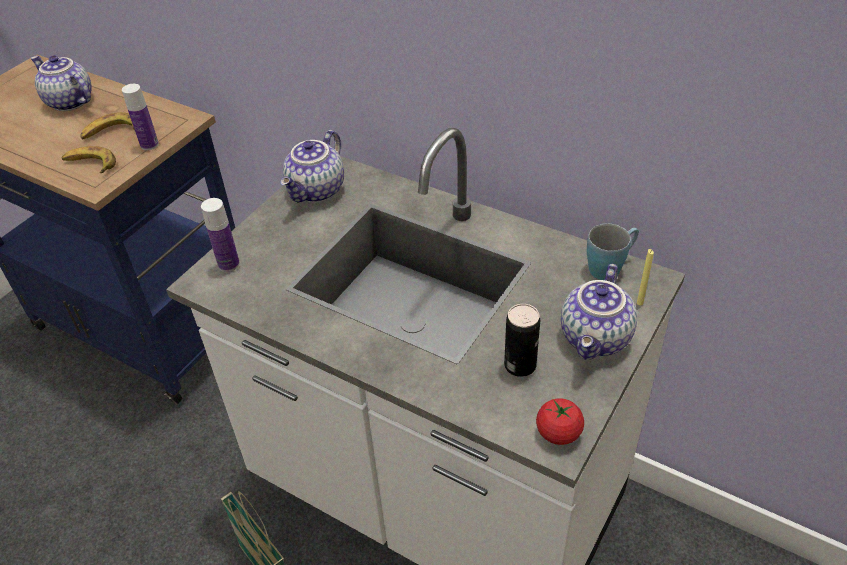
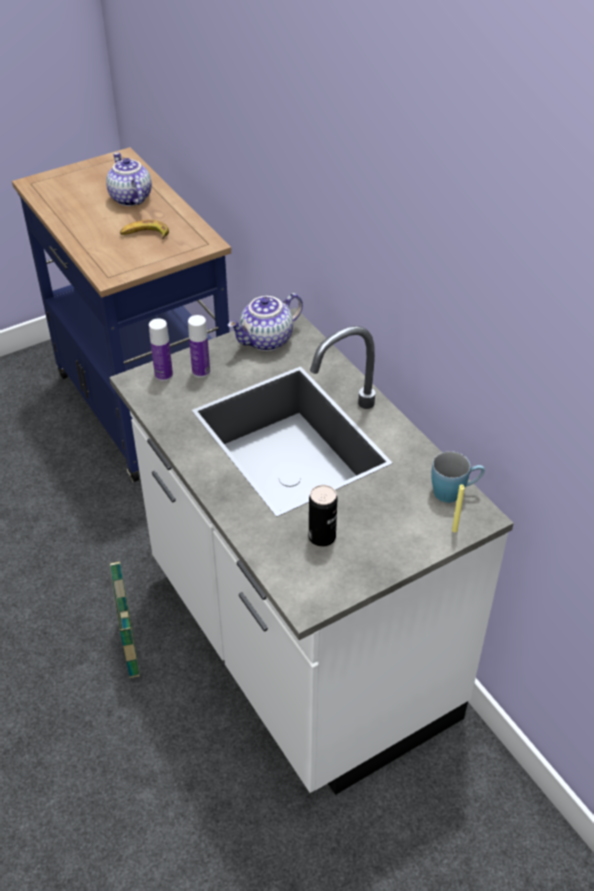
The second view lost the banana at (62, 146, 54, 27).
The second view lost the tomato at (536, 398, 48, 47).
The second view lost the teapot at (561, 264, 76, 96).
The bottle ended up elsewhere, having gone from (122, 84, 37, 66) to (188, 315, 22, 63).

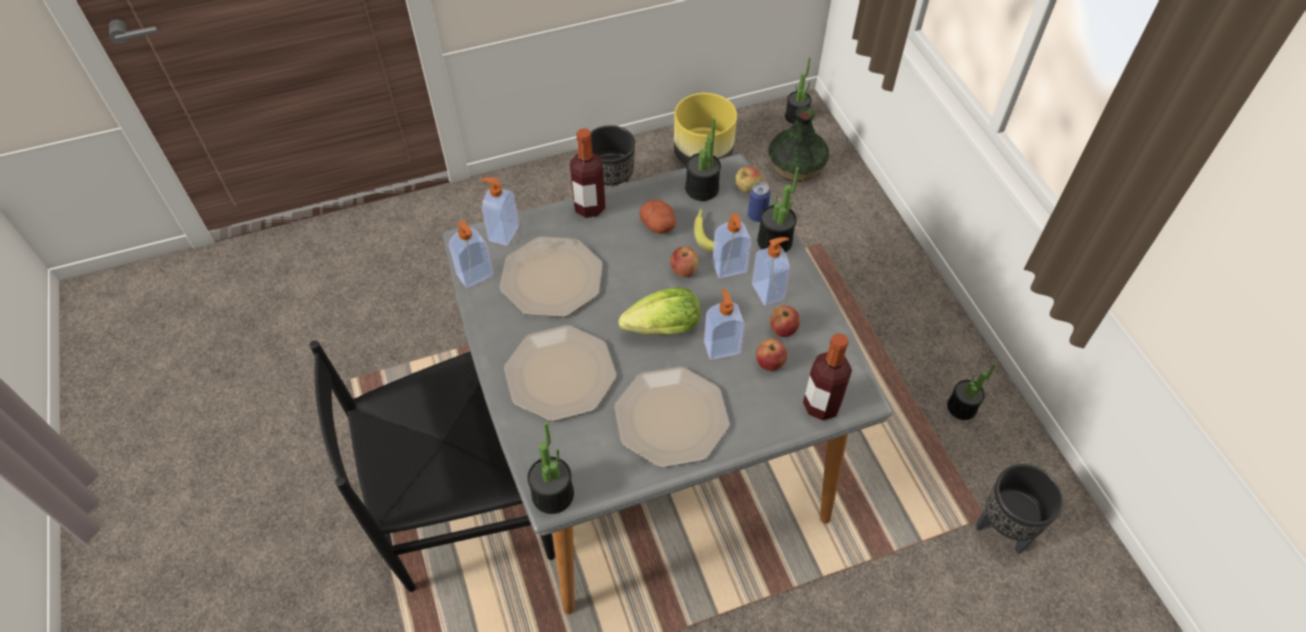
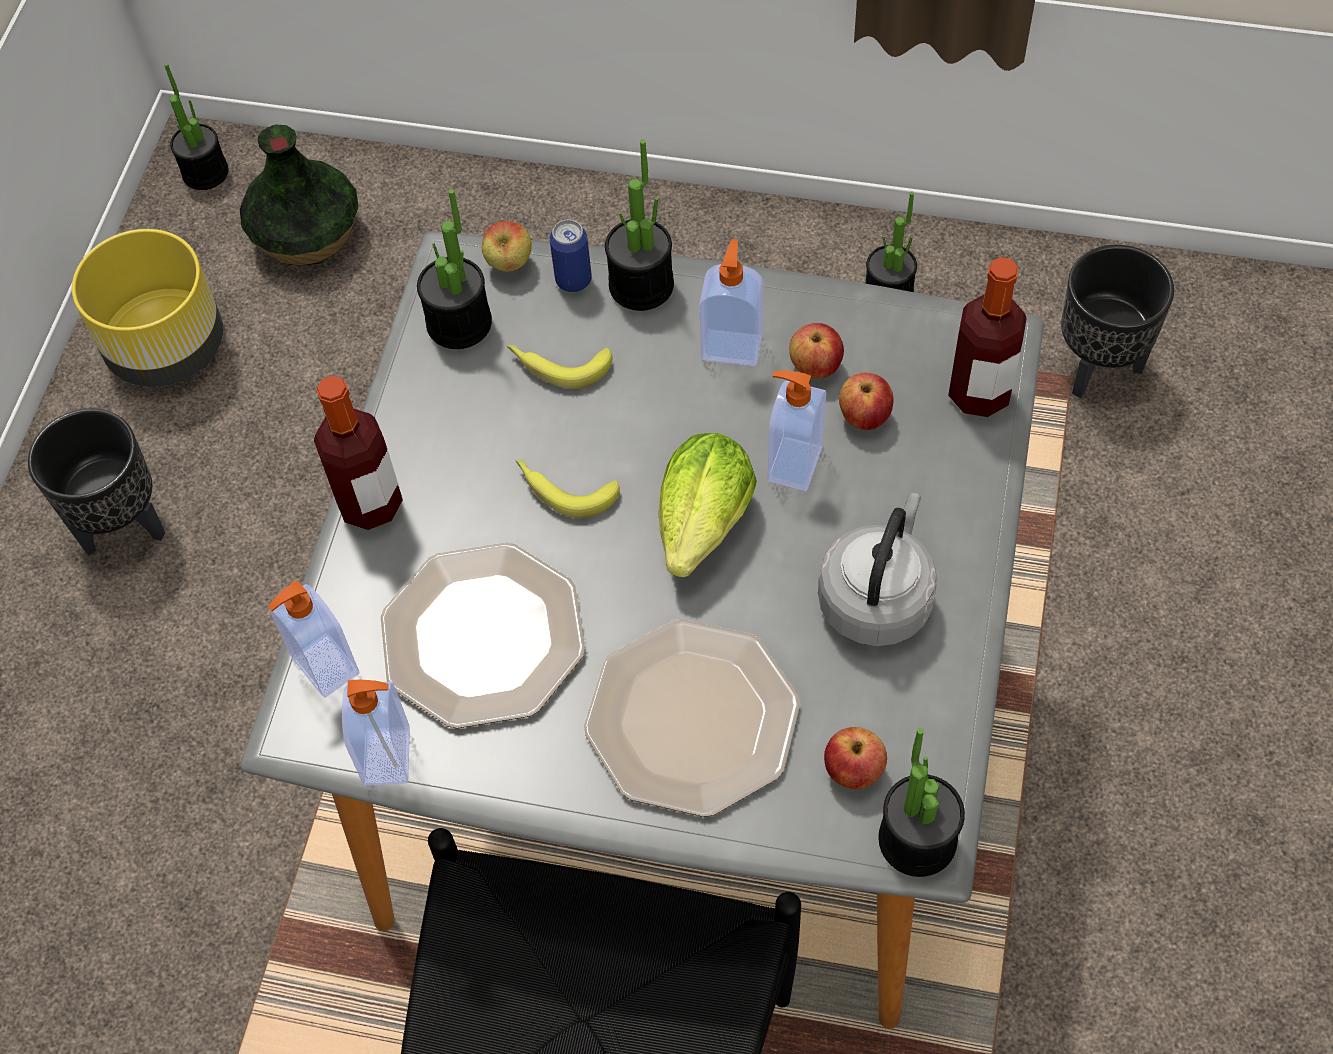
The second view lost the potato at (639, 200, 37, 34).
The second view lost the soap dispenser at (712, 213, 39, 66).
The second view gained the banana at (515, 460, 105, 59).
The apple ended up elsewhere, having gone from (670, 247, 29, 30) to (824, 727, 63, 62).
Where the plate stood at (614, 367, 115, 101), the grey kettle came to stand at (818, 493, 119, 153).

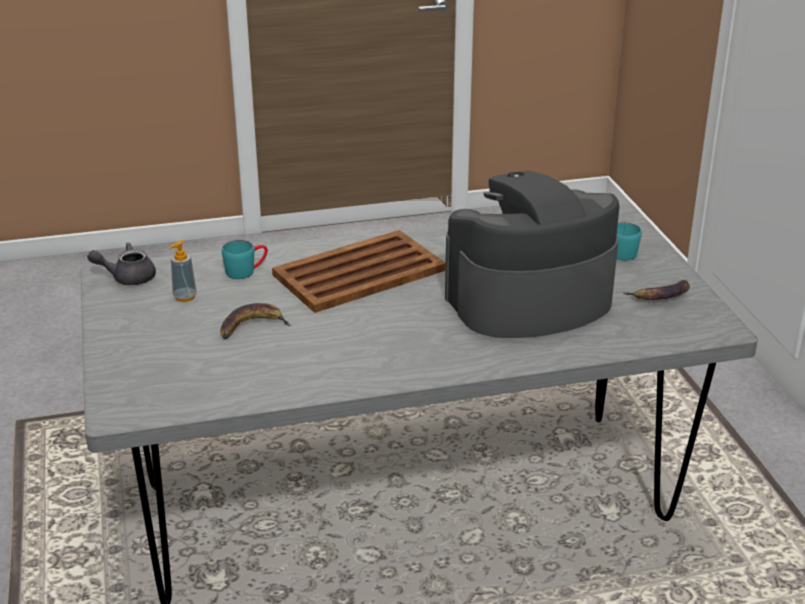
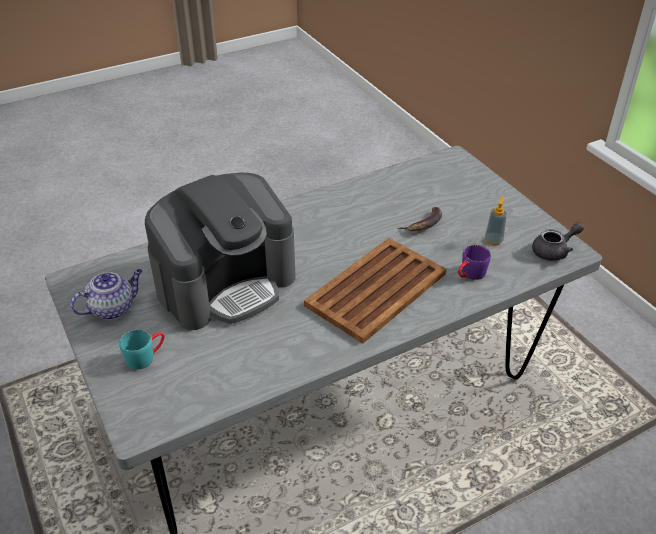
Where the banana stood at (623, 280, 67, 20), the teapot came to stand at (71, 269, 71, 51).
What was the turquoise mug at (222, 240, 46, 39) turned into the purple mug at (458, 245, 33, 35).

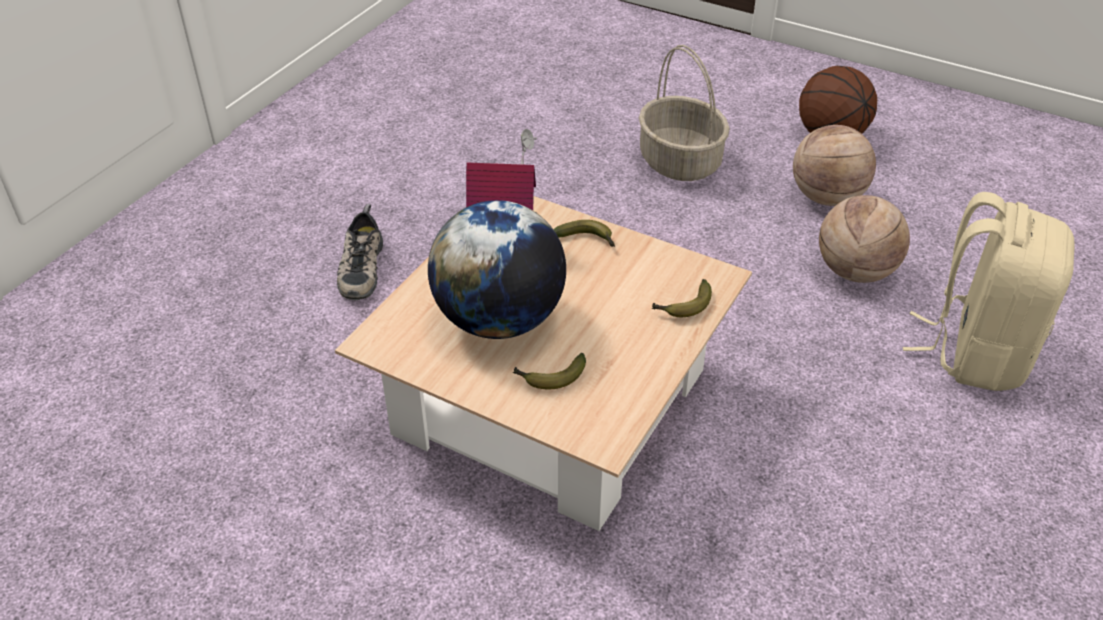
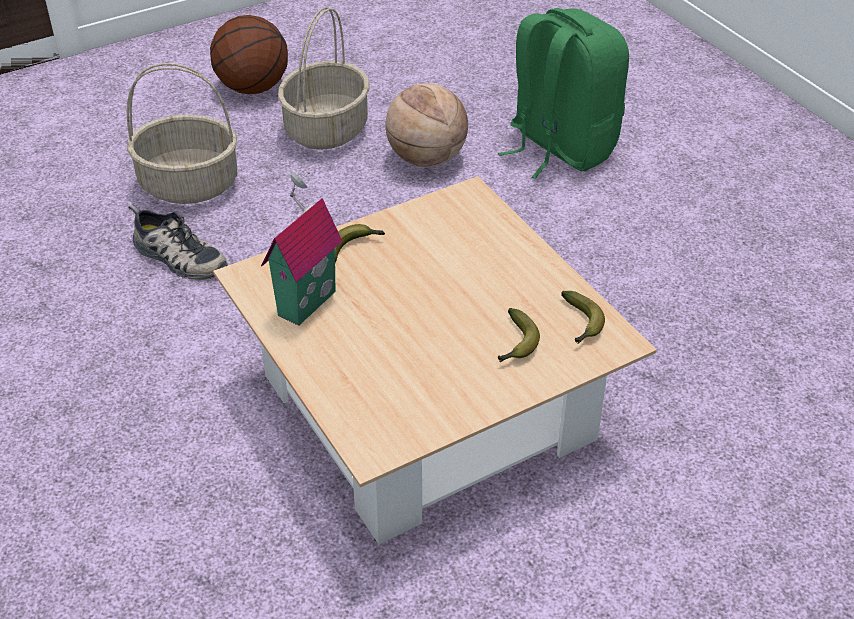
The second view lost the globe at (428, 200, 138, 139).
The shoe ended up elsewhere, having gone from (337, 204, 46, 96) to (128, 204, 99, 76).
The banana ended up elsewhere, having gone from (652, 279, 60, 38) to (561, 291, 44, 53).
Where the basketball stood at (793, 125, 83, 81), the basket came to stand at (278, 7, 92, 143).
What was the beige backpack at (903, 192, 172, 199) turned into the green backpack at (498, 8, 131, 171).

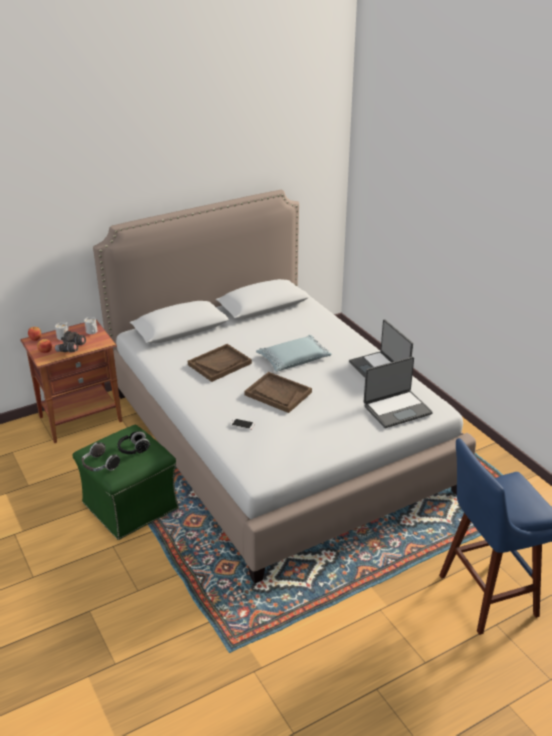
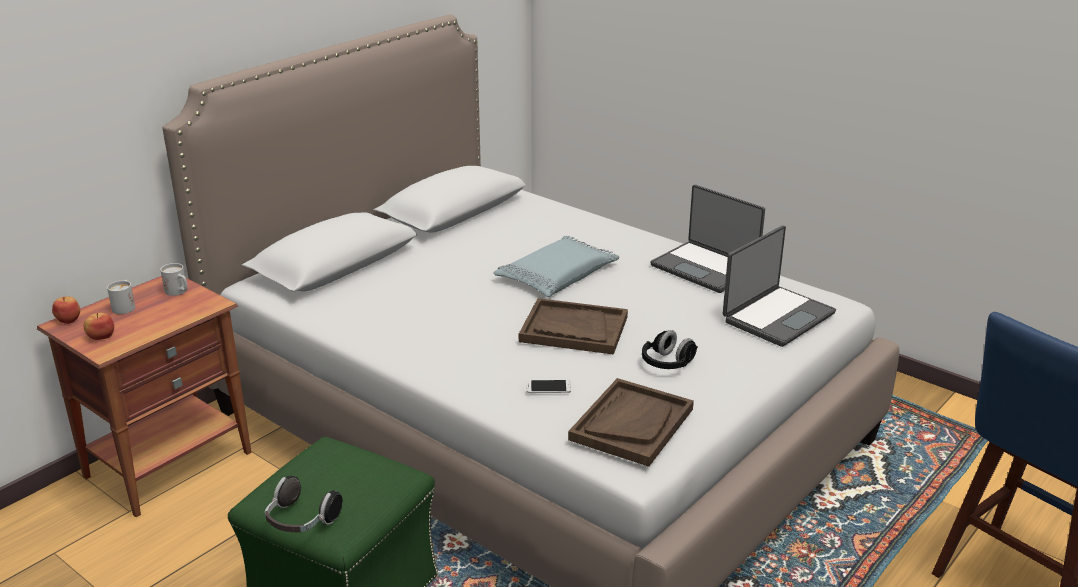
The second view lost the grey binoculars at (55, 331, 31, 21).
The black headphones ended up elsewhere, having gone from (118, 431, 33, 23) to (642, 330, 56, 39).
The brown tray ended up elsewhere, having gone from (188, 344, 64, 38) to (568, 378, 126, 89).

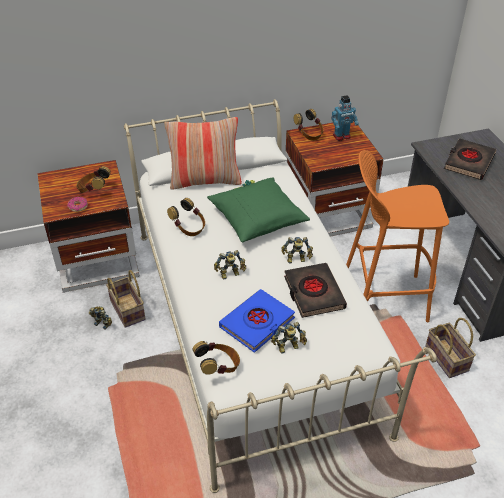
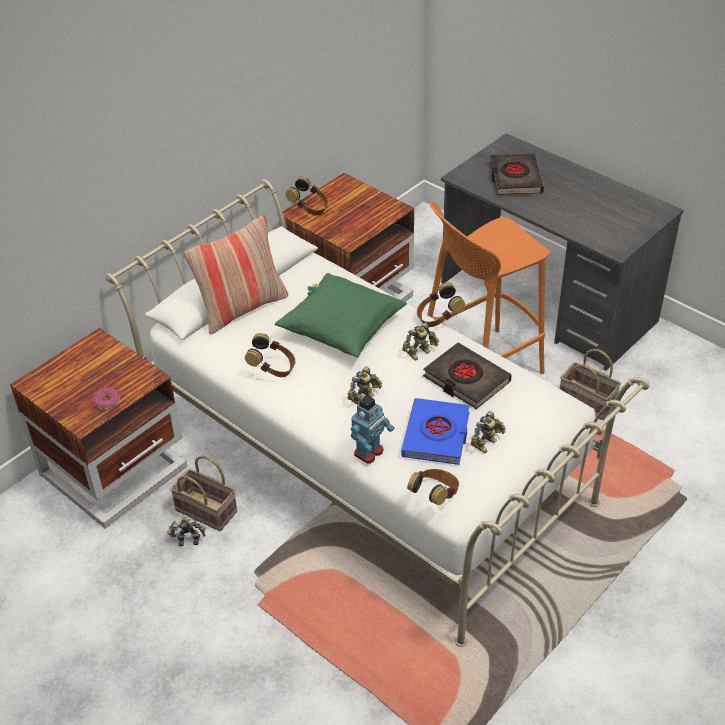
The headphones ended up elsewhere, having gone from (76, 166, 35, 27) to (417, 283, 48, 44).
The toy robot ended up elsewhere, having gone from (331, 95, 28, 46) to (351, 395, 43, 69).

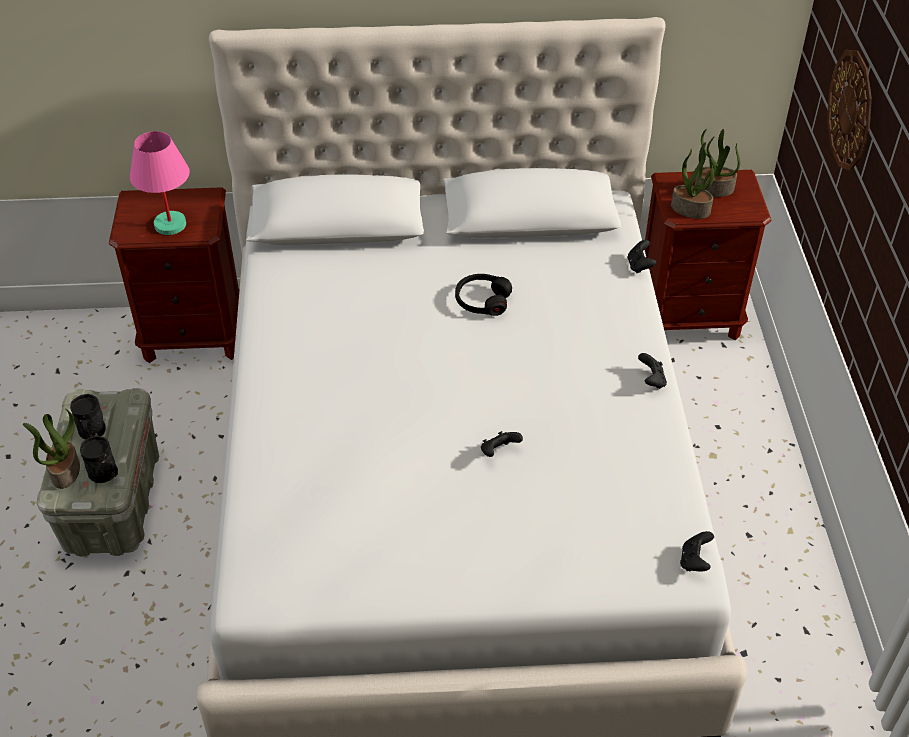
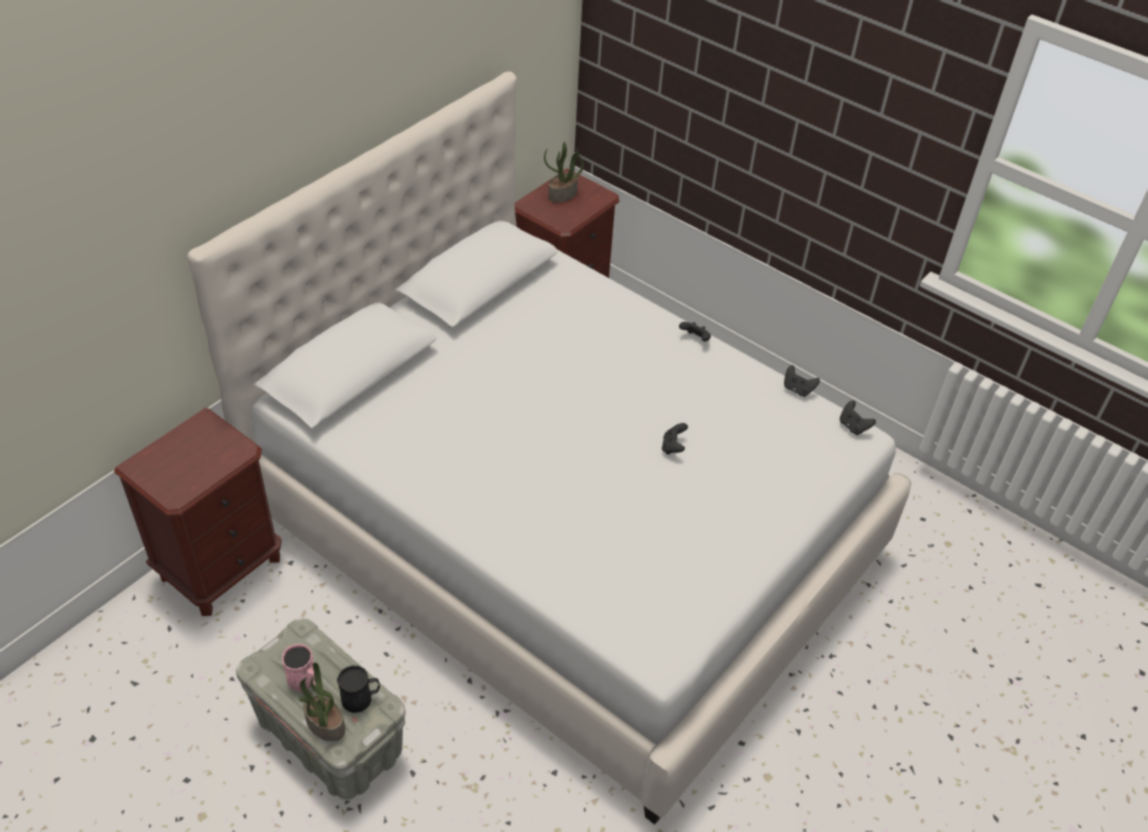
The second view lost the pink table lamp at (130, 131, 60, 104).
The second view lost the black headphones at (455, 274, 57, 42).
The second view lost the potted plant at (671, 142, 45, 77).
The second view lost the wall clock at (827, 50, 45, 120).
The black game controller ended up elsewhere, having gone from (627, 240, 29, 33) to (784, 365, 36, 32).
What was the black mug at (70, 394, 36, 45) turned into the pink mug at (282, 644, 34, 47).

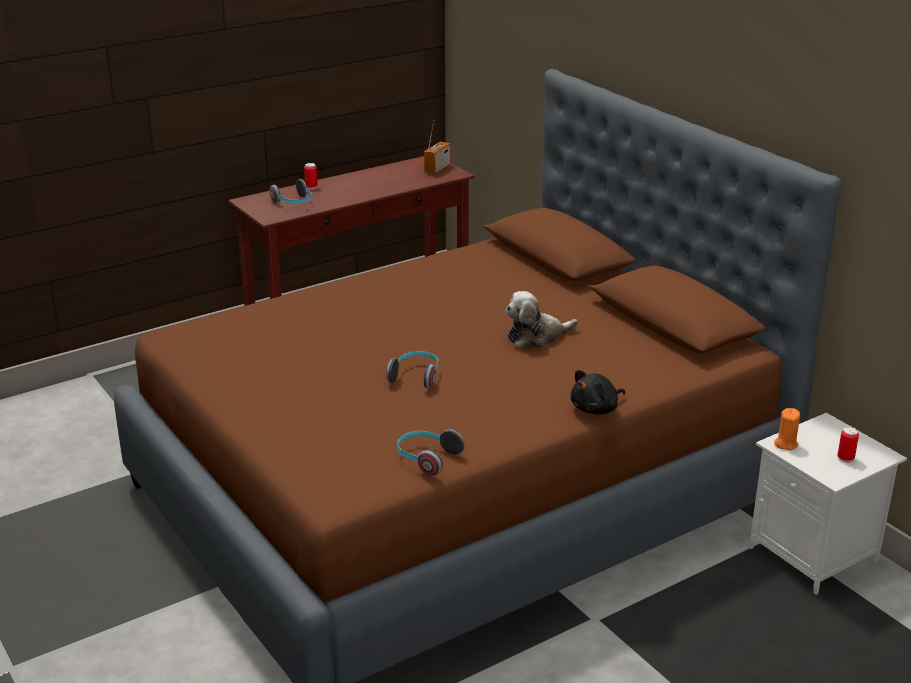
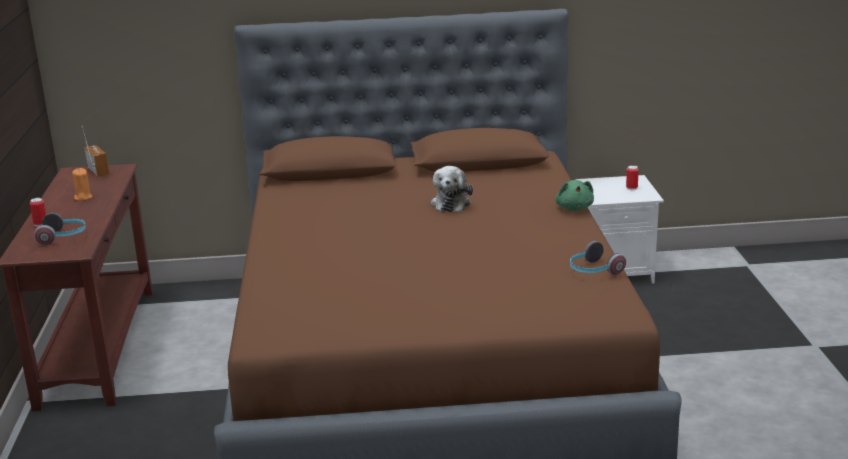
The second view lost the headphones at (386, 351, 52, 38).
The orange candle ended up elsewhere, having gone from (774, 408, 26, 42) to (72, 168, 20, 33).
What was the black plush toy at (570, 370, 55, 44) turned into the green plush toy at (556, 180, 38, 31).

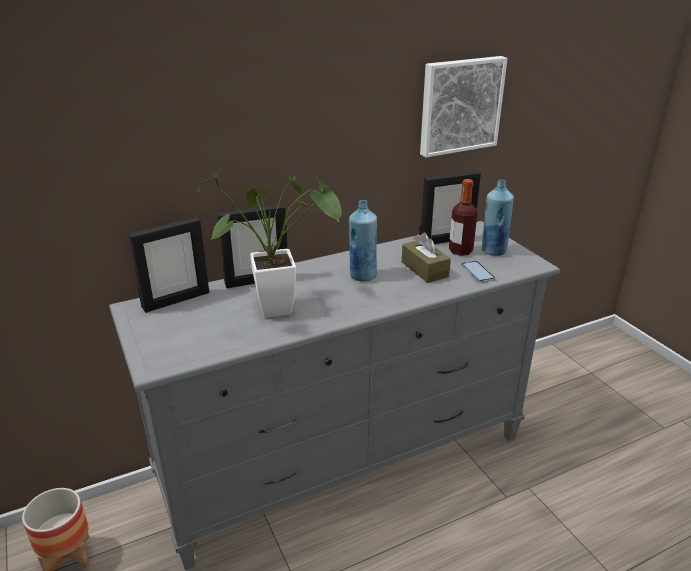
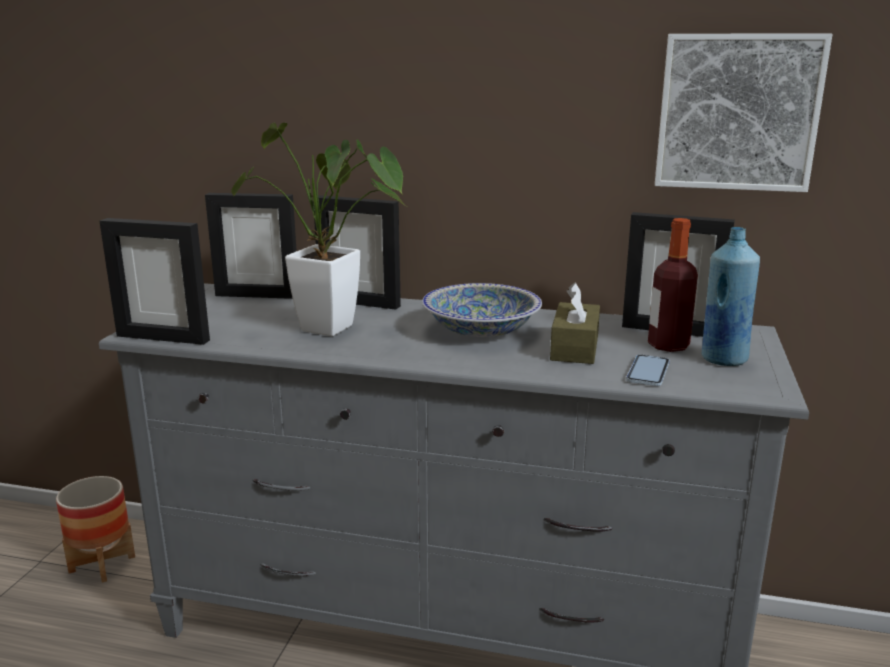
The second view gained the picture frame at (99, 218, 111, 127).
Where the blue bottle stood at (349, 200, 28, 82), the bowl came to stand at (422, 283, 120, 54).

